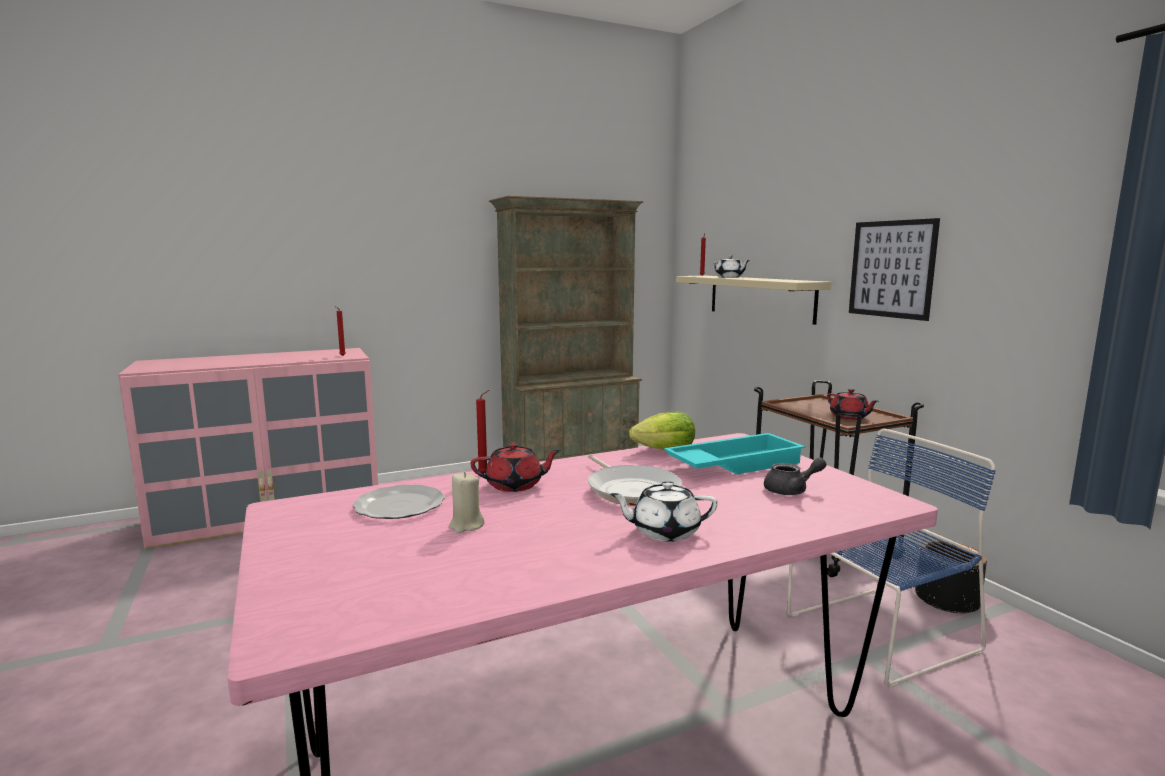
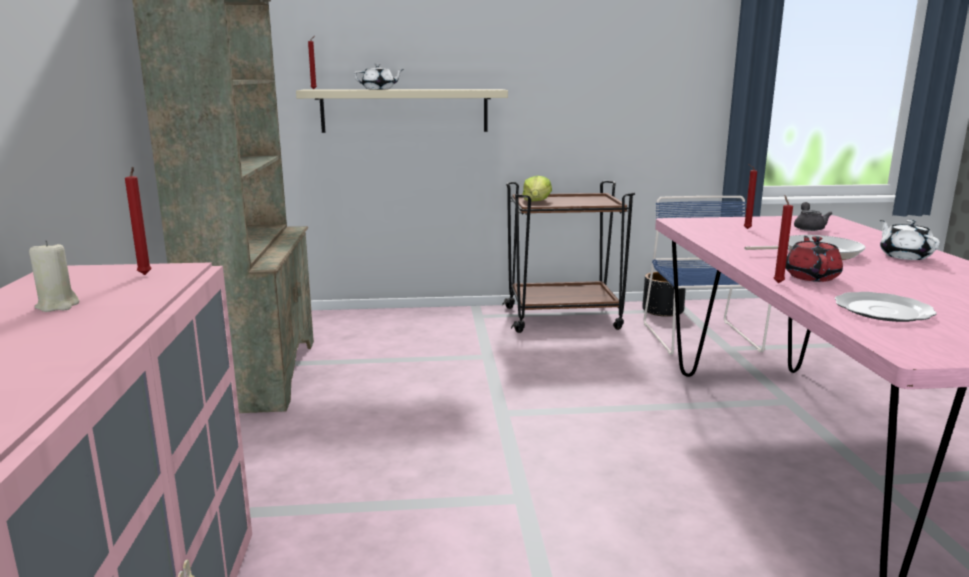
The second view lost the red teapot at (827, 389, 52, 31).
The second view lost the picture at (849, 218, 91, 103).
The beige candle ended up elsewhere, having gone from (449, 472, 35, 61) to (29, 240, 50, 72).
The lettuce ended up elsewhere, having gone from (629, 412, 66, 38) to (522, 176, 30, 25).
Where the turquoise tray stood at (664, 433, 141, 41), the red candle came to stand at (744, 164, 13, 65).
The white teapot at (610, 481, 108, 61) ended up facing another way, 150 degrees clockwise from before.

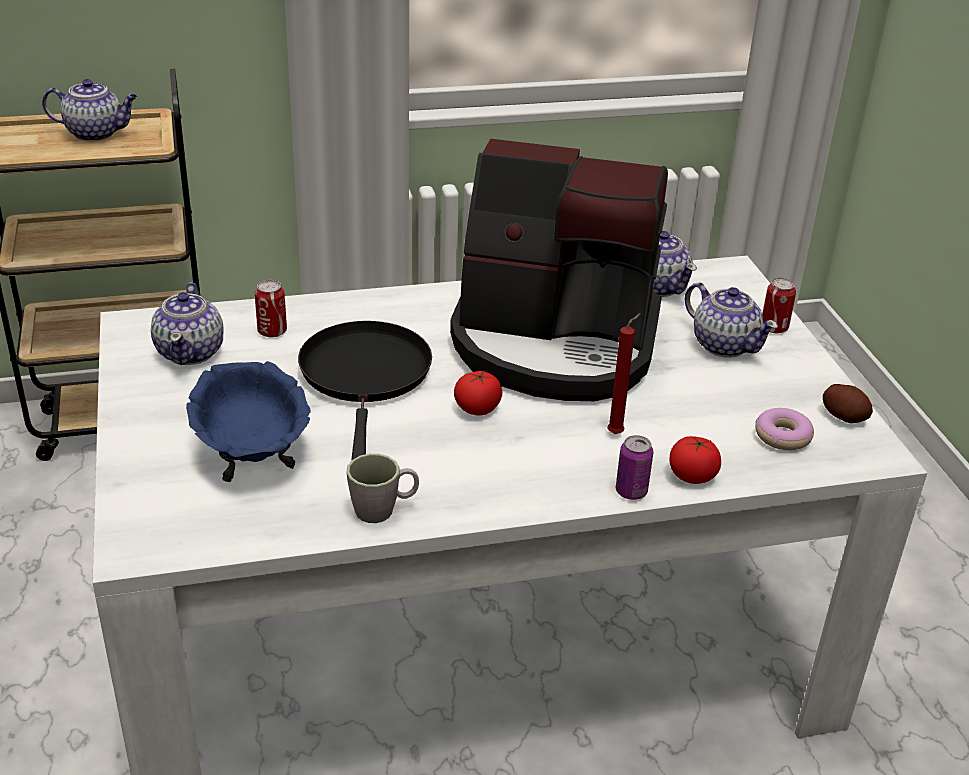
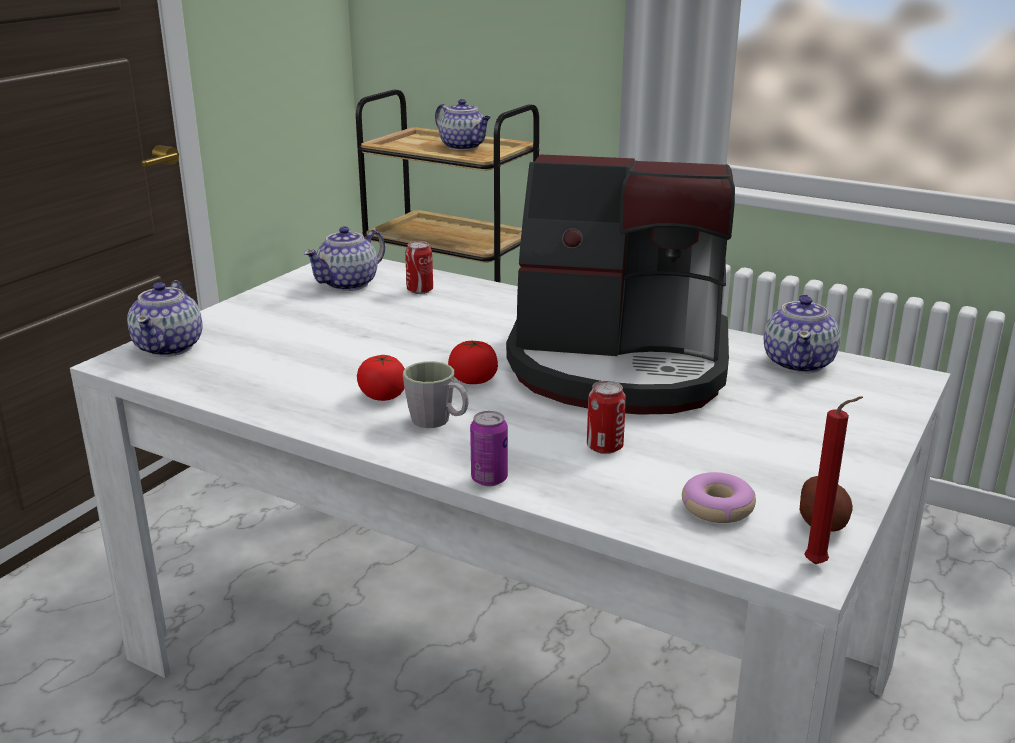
The second view lost the blue bowl at (186, 361, 125, 121).
The second view lost the black frying pan at (298, 321, 134, 140).
The grey mug ended up elsewhere, having gone from (346, 453, 73, 70) to (403, 361, 65, 67).
The red candle ended up elsewhere, having gone from (607, 313, 34, 121) to (805, 396, 58, 168).
The tomato ended up elsewhere, having gone from (670, 436, 51, 48) to (357, 355, 48, 46).
The teapot ended up elsewhere, having gone from (685, 282, 93, 76) to (127, 280, 75, 77).
The can ended up elsewhere, having gone from (762, 278, 34, 55) to (587, 381, 39, 73).
The coffee machine at (450, 139, 218, 262) ended up facing another way, 45 degrees counterclockwise from before.

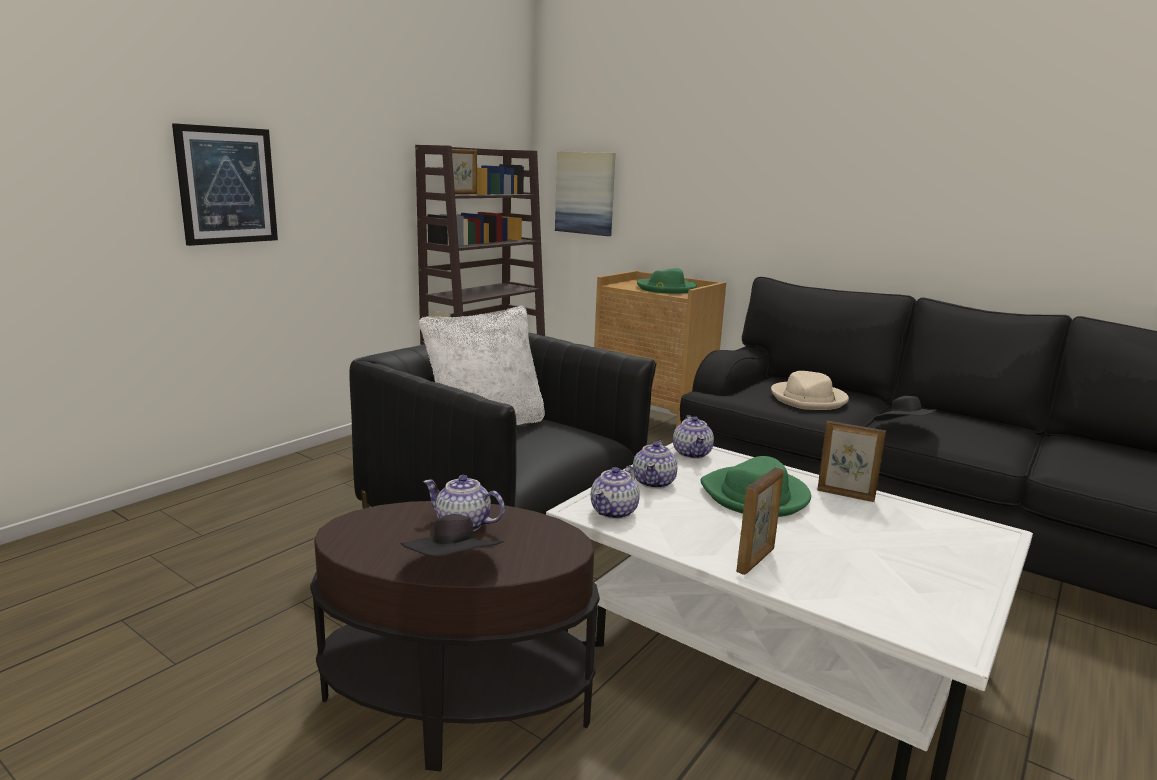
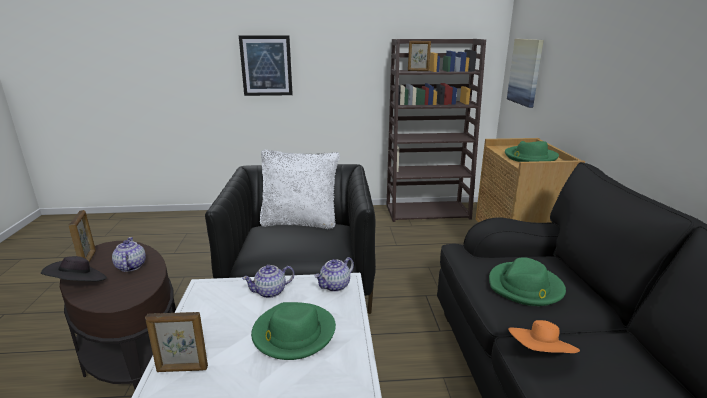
The second view lost the teapot at (591, 466, 49, 53).
The picture frame ended up elsewhere, having gone from (817, 421, 69, 81) to (68, 210, 28, 52).
What was the beige hat at (771, 371, 78, 39) turned into the green hat at (489, 257, 77, 49).
What was the black hat at (873, 396, 64, 26) turned into the orange hat at (508, 320, 72, 33).

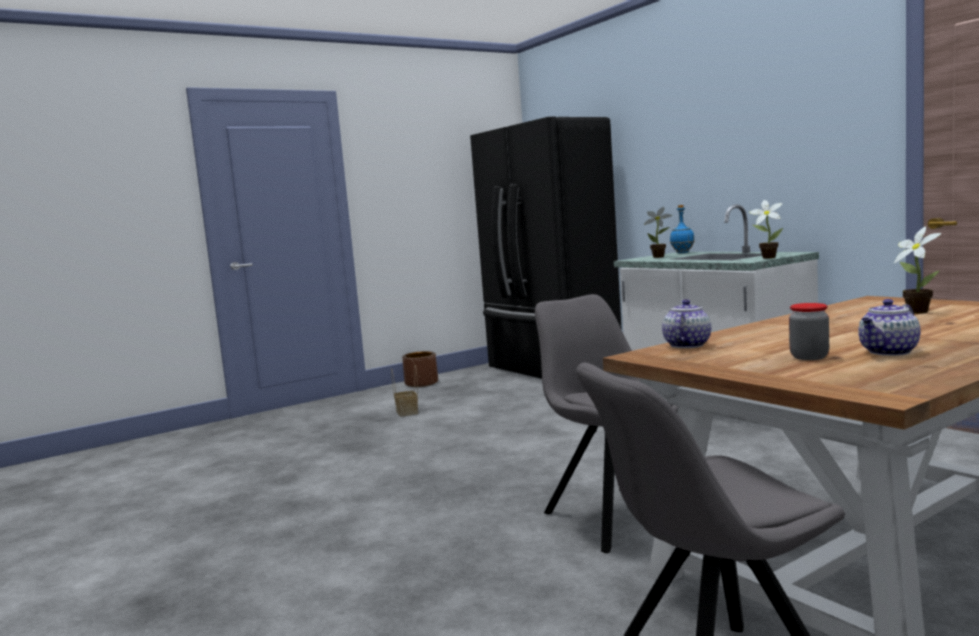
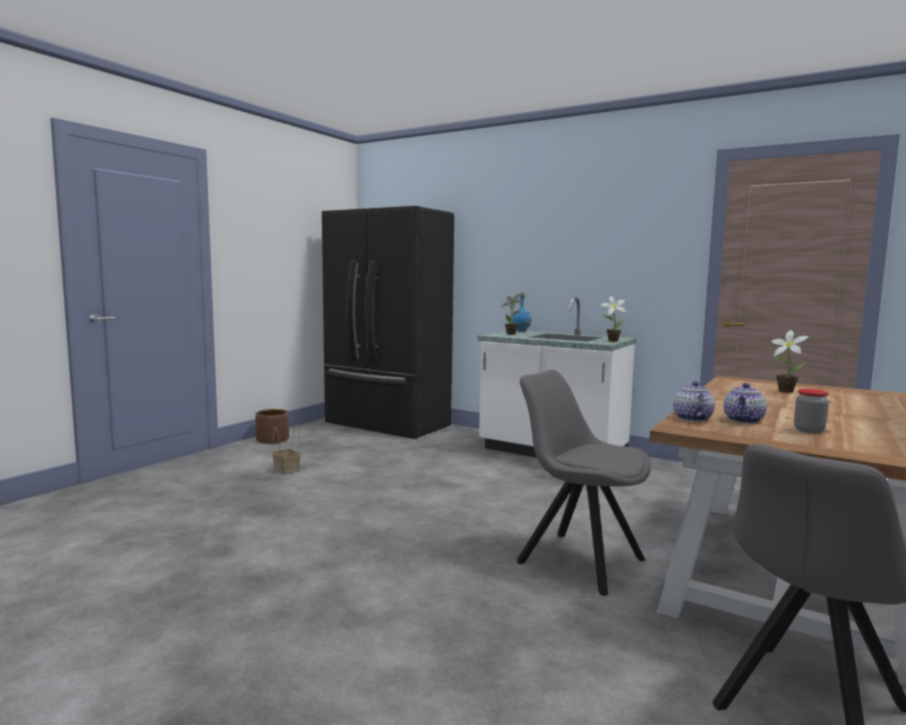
The teapot ended up elsewhere, having gone from (858, 299, 63, 57) to (723, 383, 44, 41).

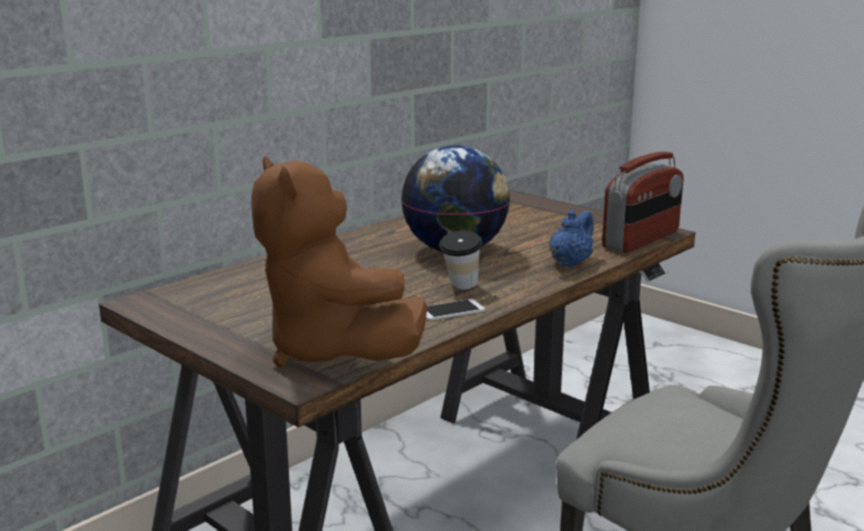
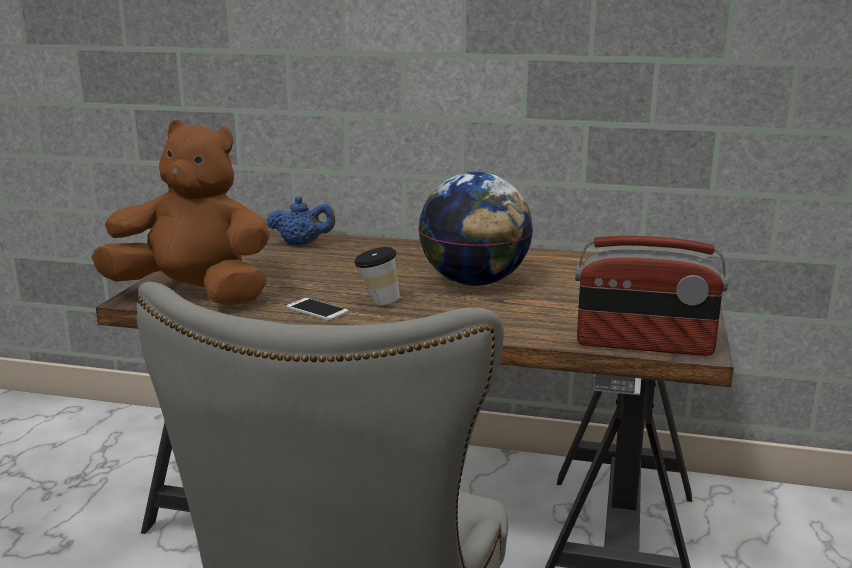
The blue teapot ended up elsewhere, having gone from (549, 210, 45, 58) to (266, 197, 70, 49).
The brown plush toy at (251, 156, 176, 211) ended up facing another way, 75 degrees clockwise from before.

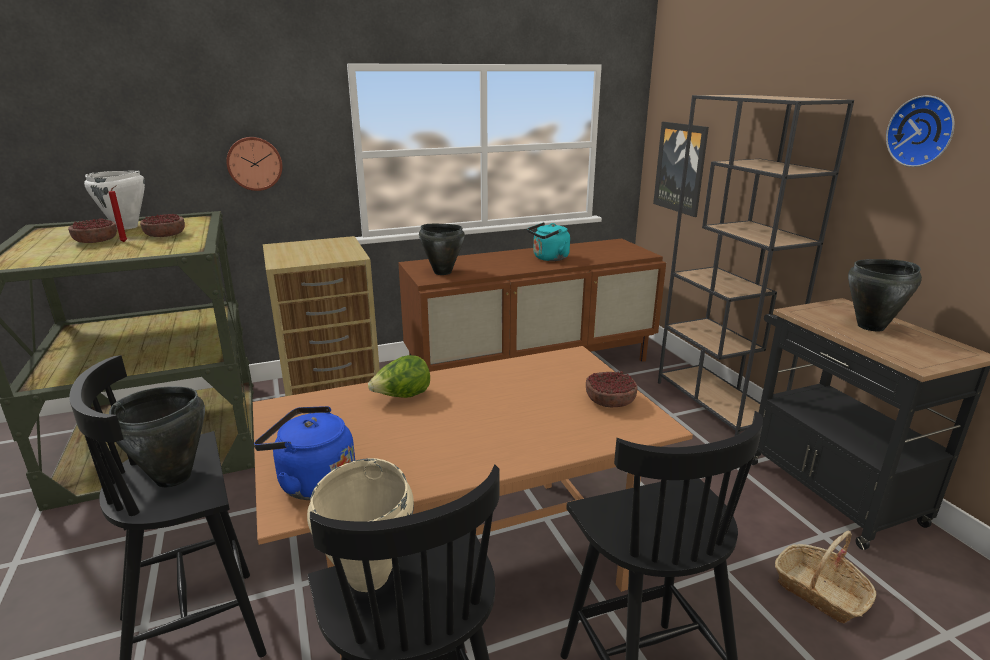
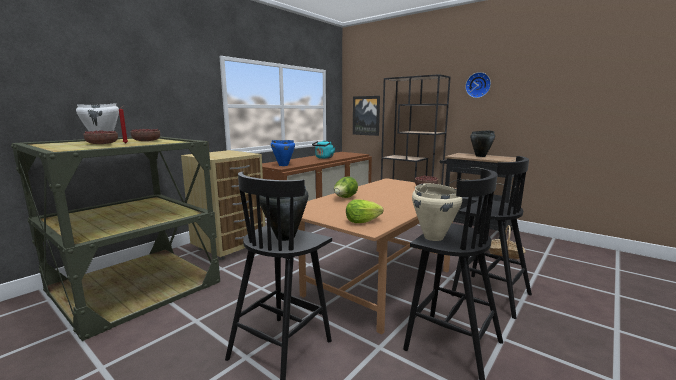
The second view lost the wall clock at (226, 137, 56, 54).
Where the blue kettle stood at (254, 406, 101, 94), the lettuce came to stand at (346, 199, 38, 24).
What was the black cooking pot at (419, 224, 46, 51) turned into the blue cooking pot at (271, 140, 24, 26).

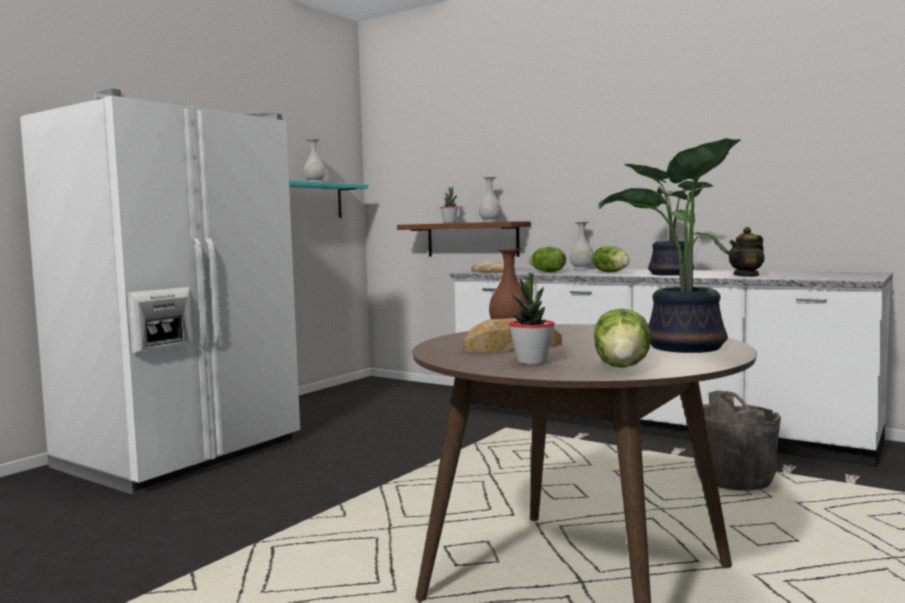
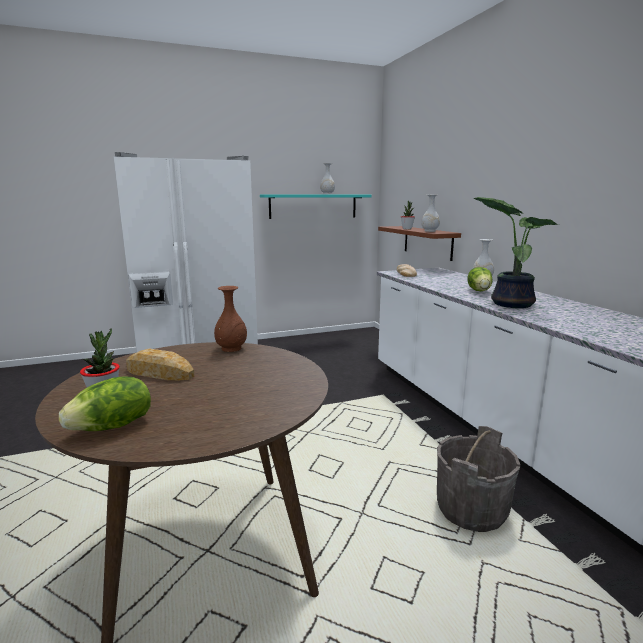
The second view lost the lettuce at (529, 247, 37, 25).
The second view lost the potted plant at (598, 138, 142, 215).
The second view lost the teapot at (729, 227, 36, 50).

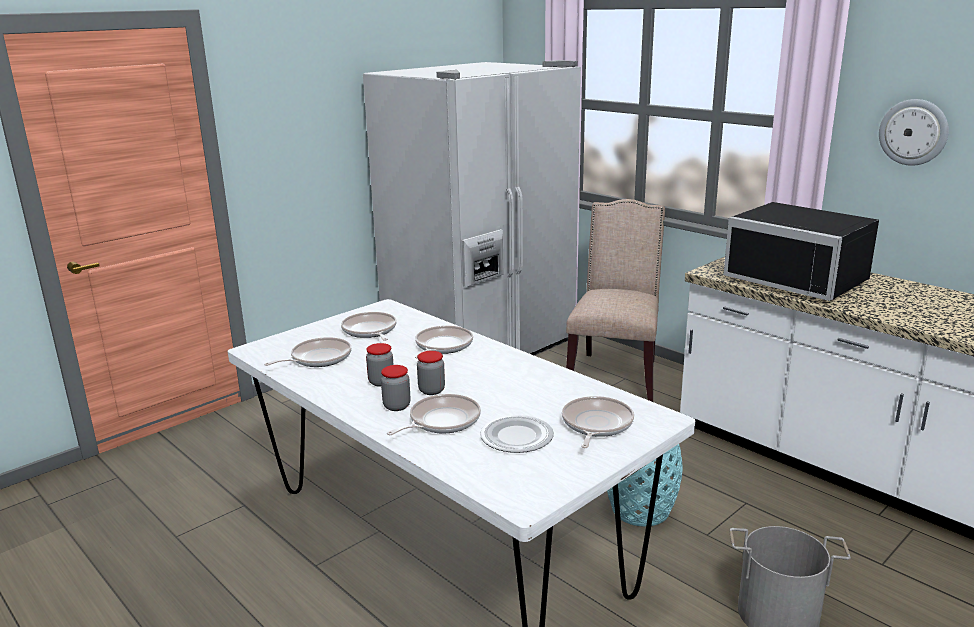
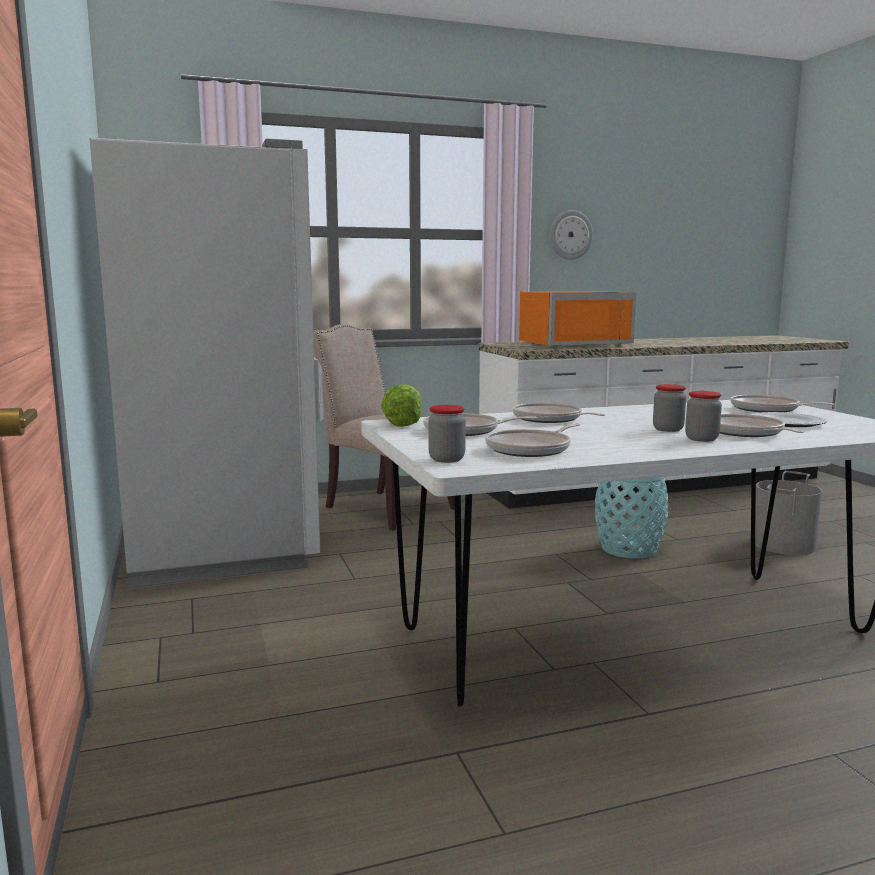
The second view gained the lettuce at (381, 384, 41, 43).
The jar ended up elsewhere, having gone from (366, 343, 27, 44) to (428, 405, 38, 58).
What was the black microwave at (723, 202, 156, 99) turned into the orange microwave at (519, 291, 117, 57).
The frying pan at (264, 337, 88, 30) ended up facing another way, 120 degrees counterclockwise from before.

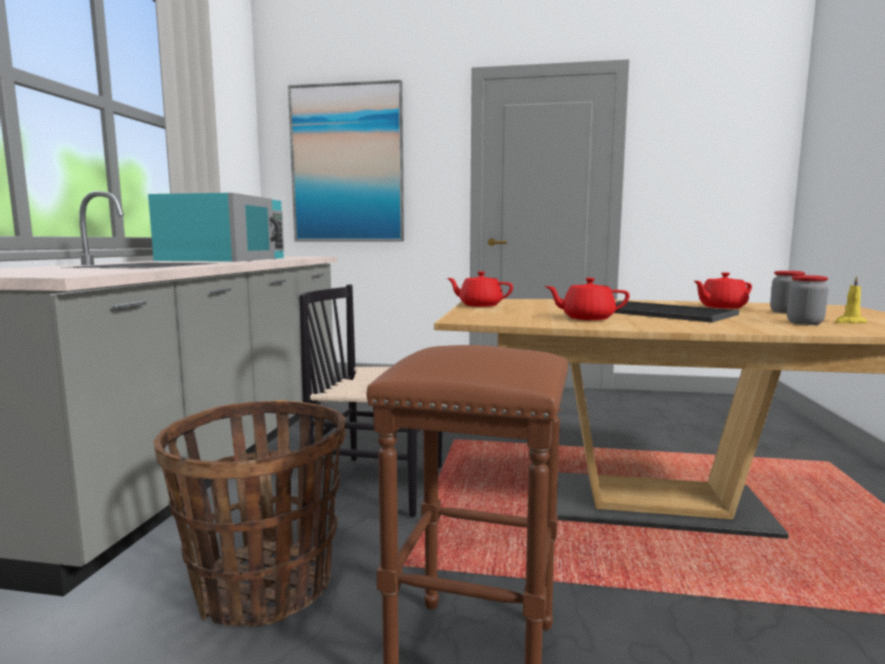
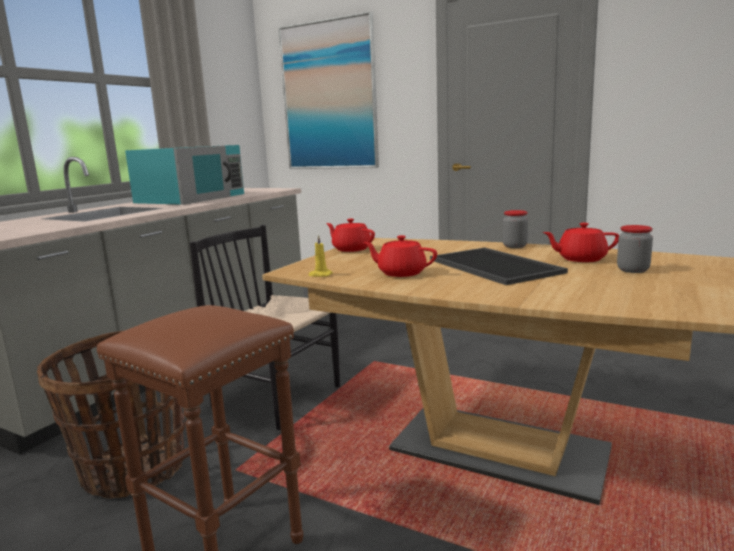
The jar ended up elsewhere, having gone from (787, 275, 42, 50) to (503, 210, 25, 38).
The yellow candle ended up elsewhere, having gone from (835, 276, 33, 47) to (309, 235, 24, 42).

